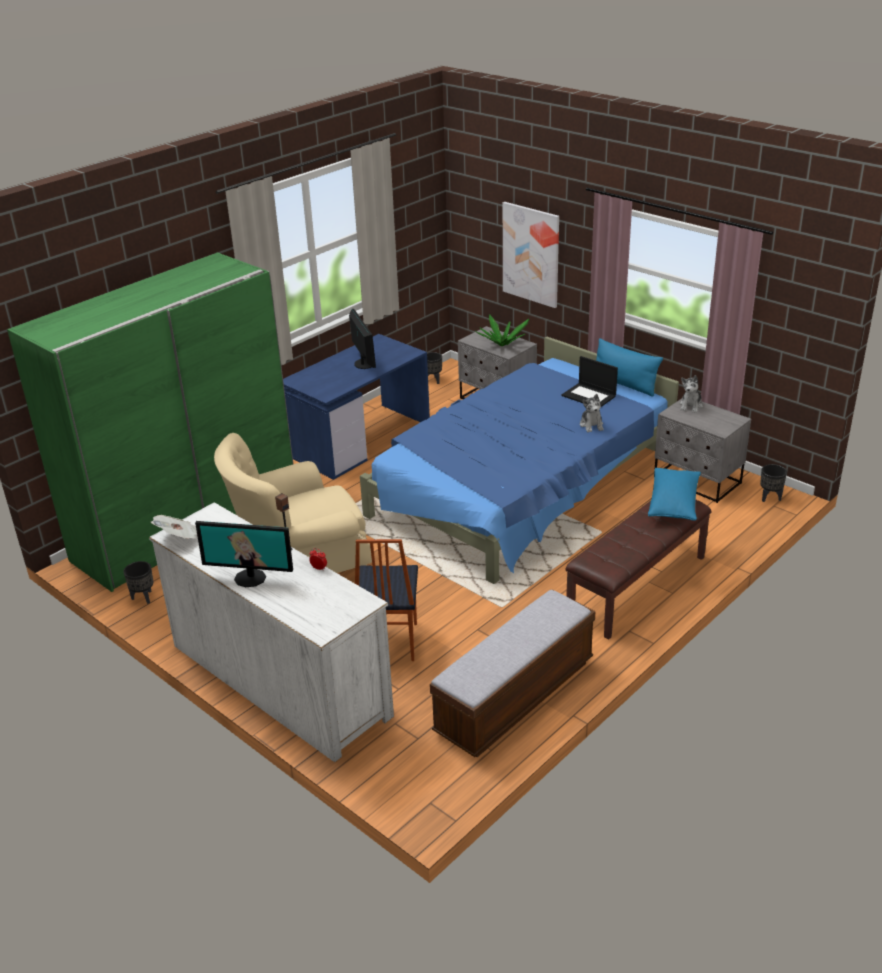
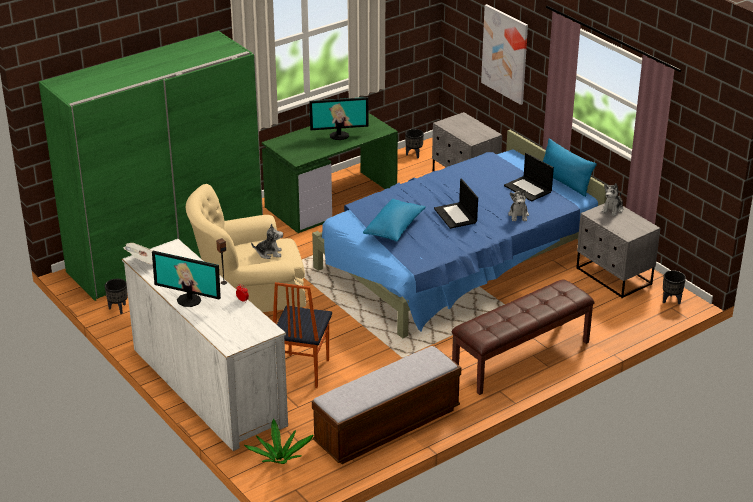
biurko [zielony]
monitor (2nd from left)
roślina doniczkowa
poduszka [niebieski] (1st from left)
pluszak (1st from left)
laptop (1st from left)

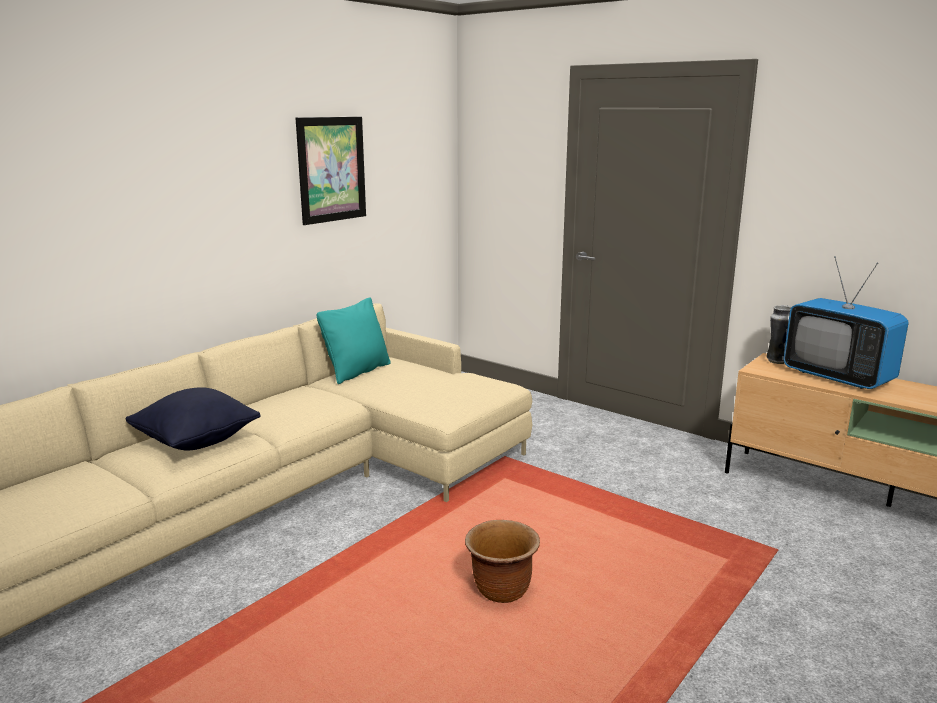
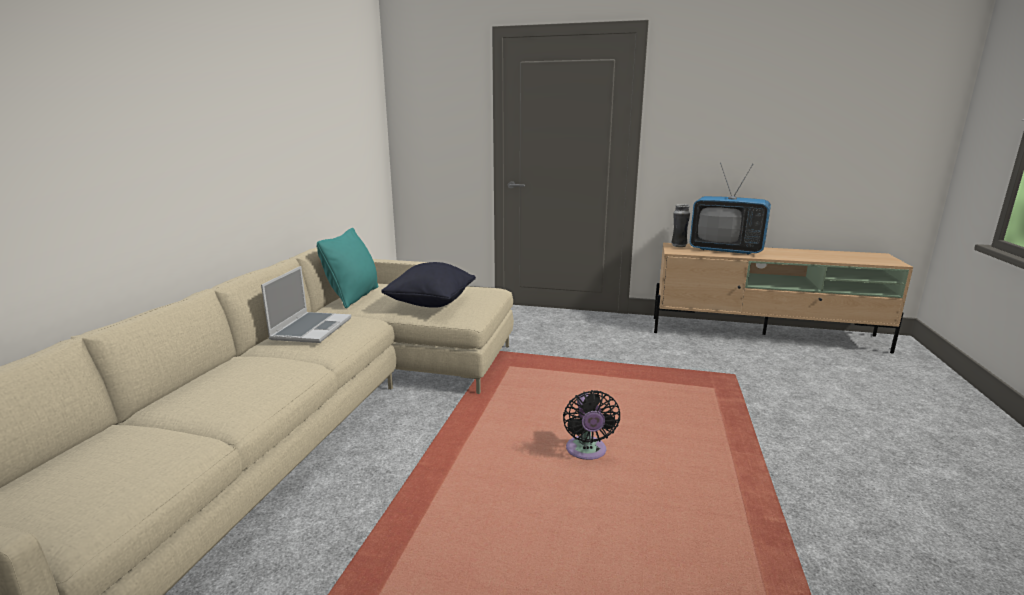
poduszka [czarny]
obraz
wentylator [czarny]
laptop

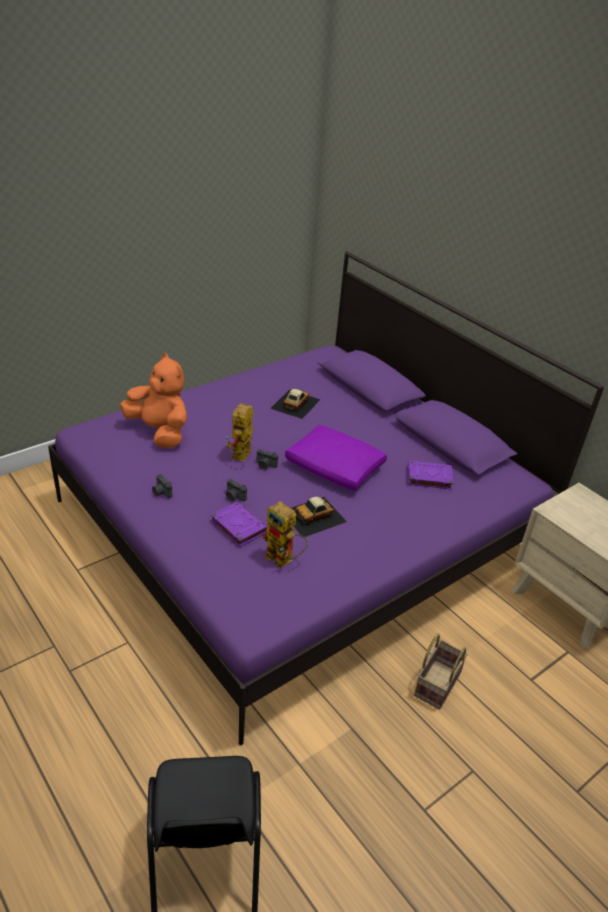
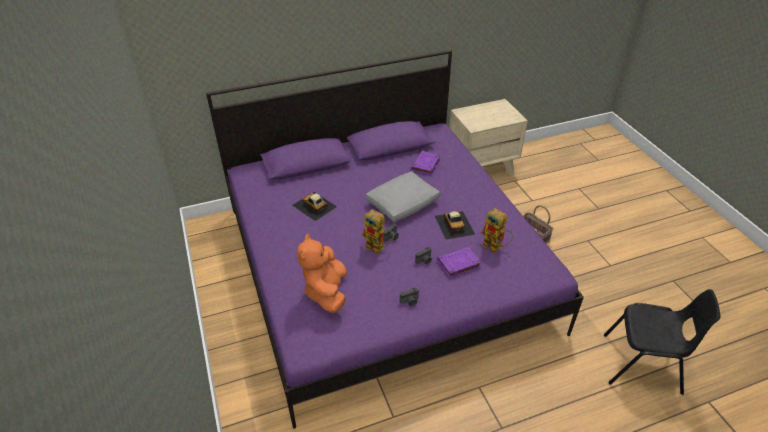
pluszak [pomarańczowy]
robot zabawkowy (2nd from left)
poduszka [szary]

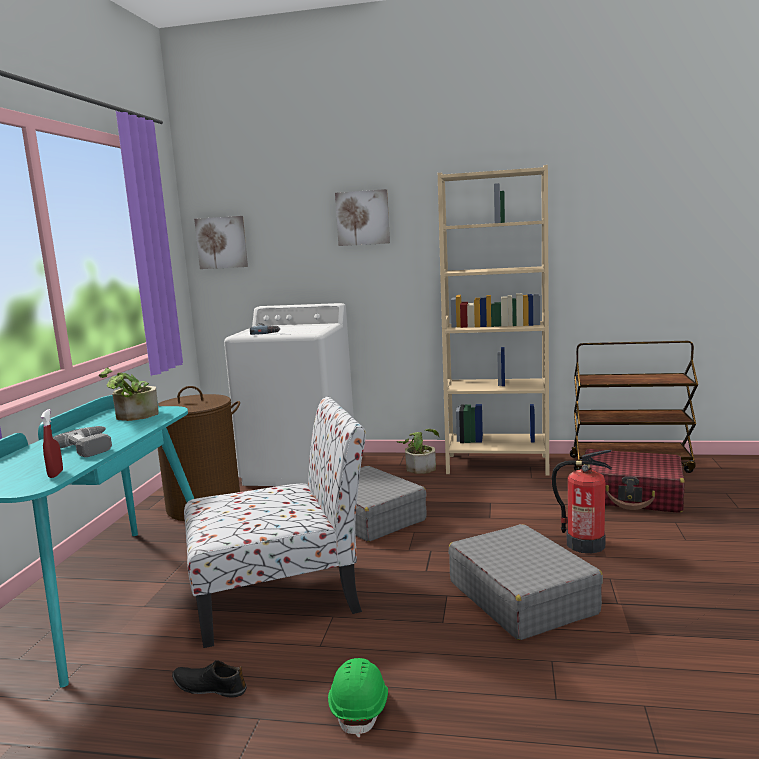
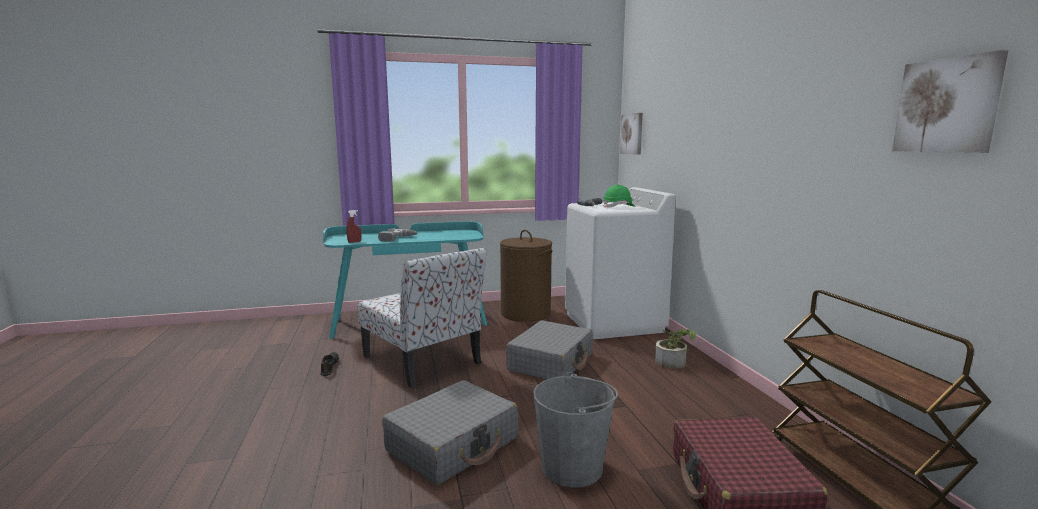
roślina doniczkowa (1st from left in the first image)
kask [zielony]
obraz (2nd from left)
regał [beżowy]
wiadro [szary]

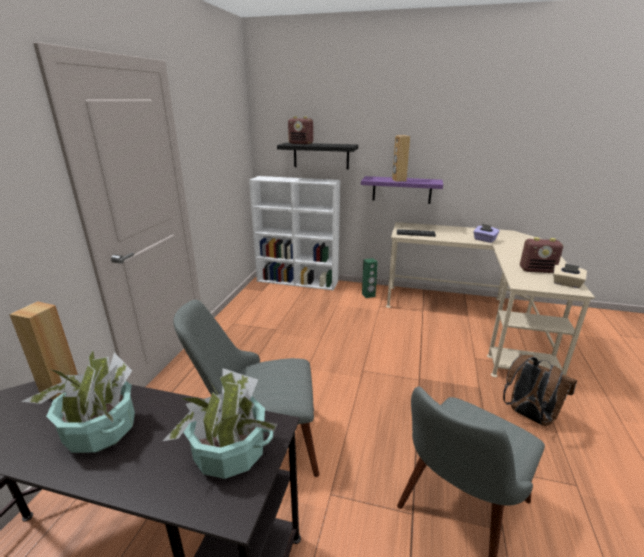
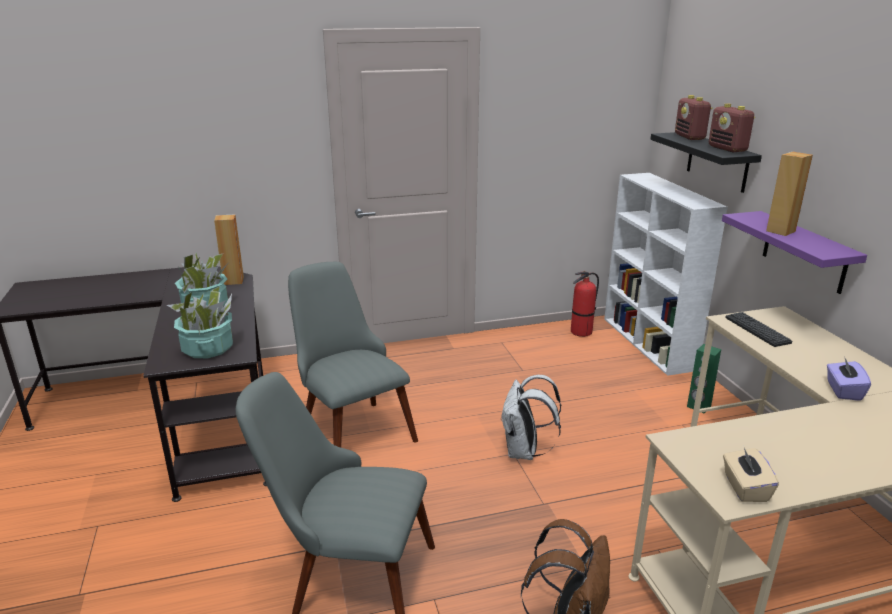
radio (2nd from left)
plecak [biały]
gaśnica

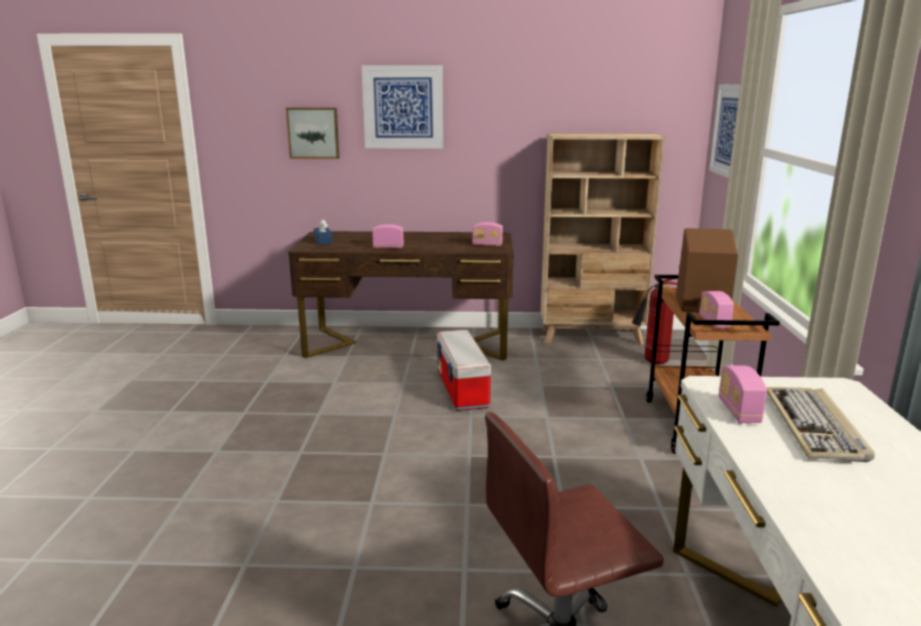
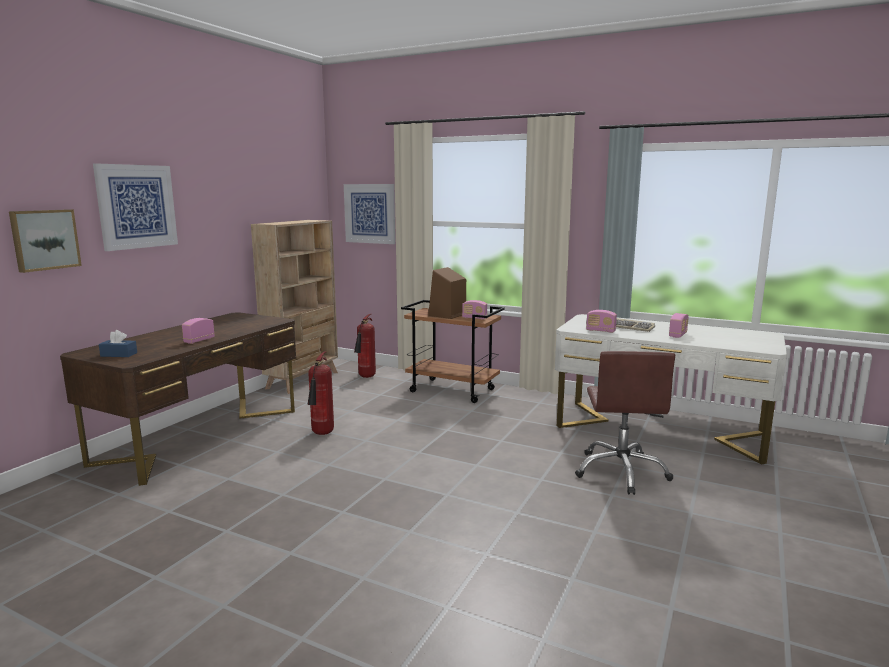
gaśnica (1st from left)
radio (4th from left)

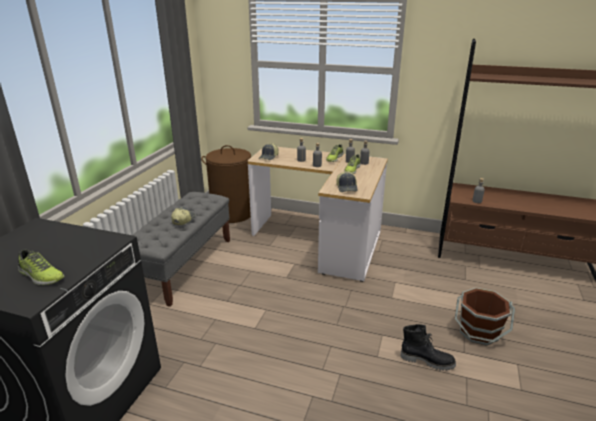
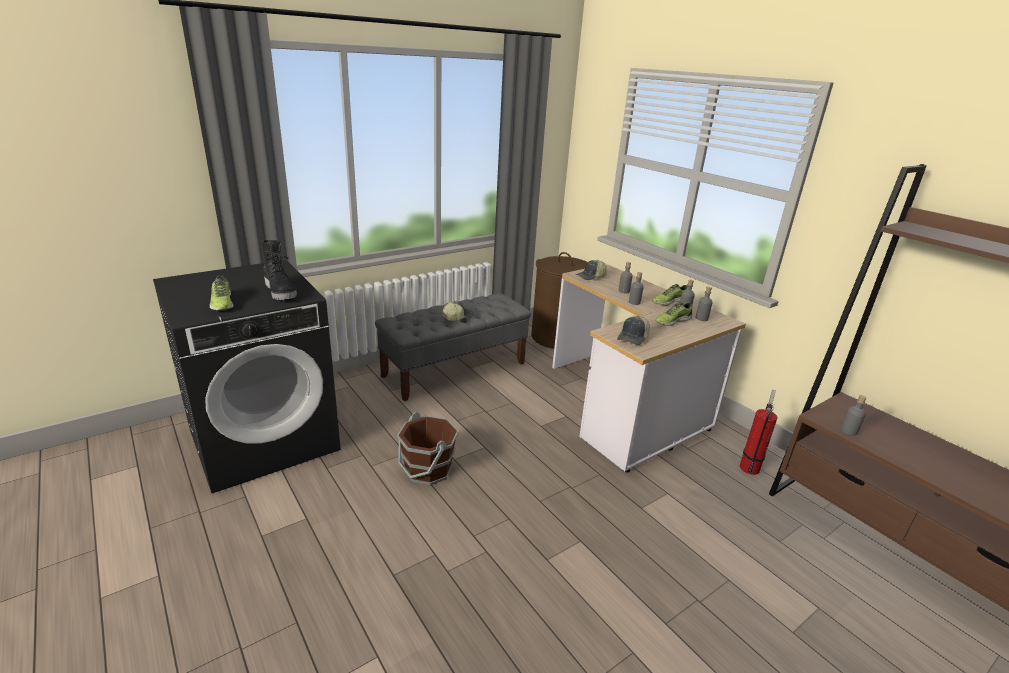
but z cholewką [czarny]
wiadro [brązowy]
gaśnica

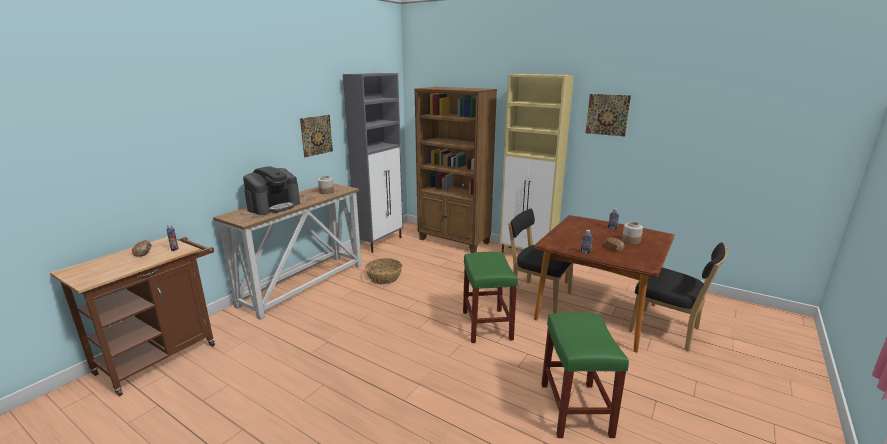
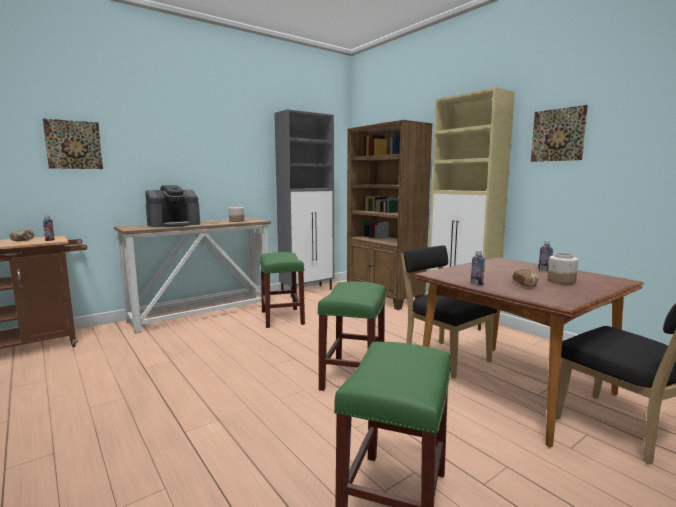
obraz (1st from left)
stołek [zielony] (1st from left)

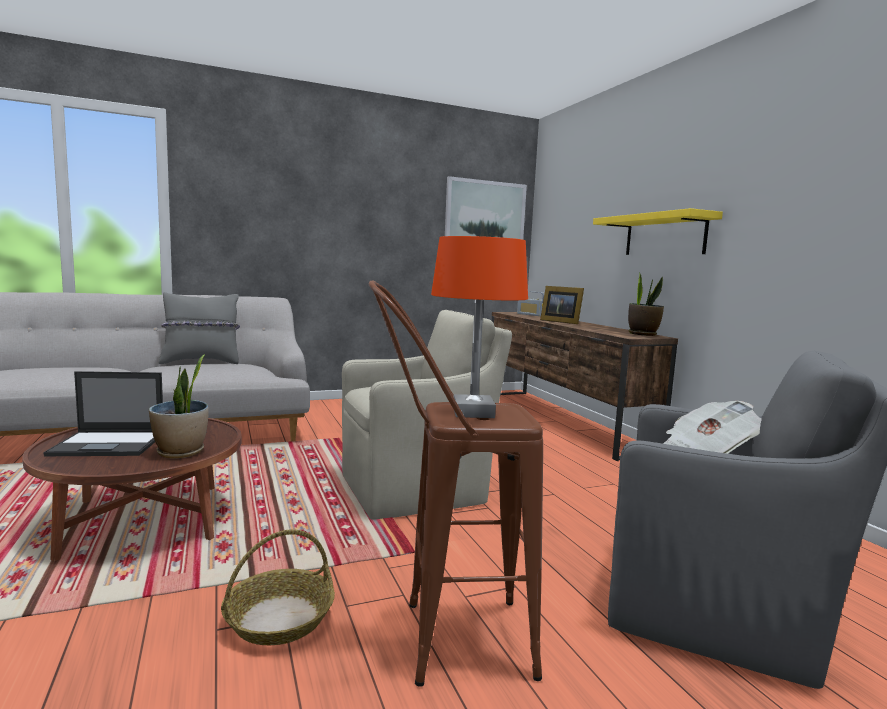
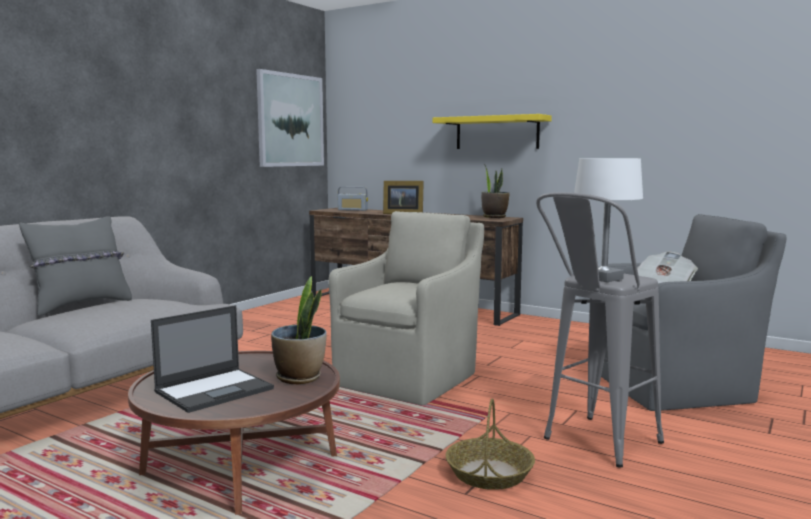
stołek [szary]
lampa stołowa [biały]

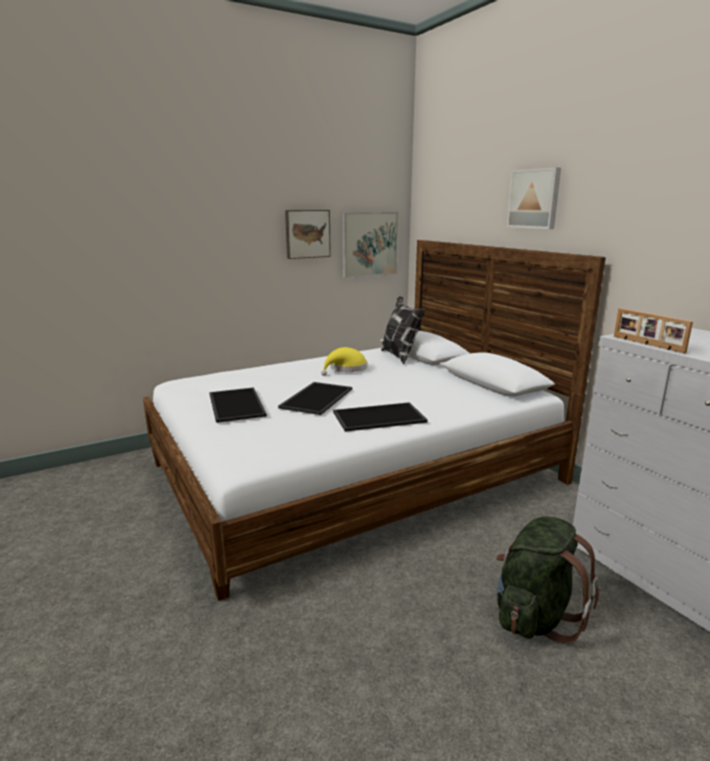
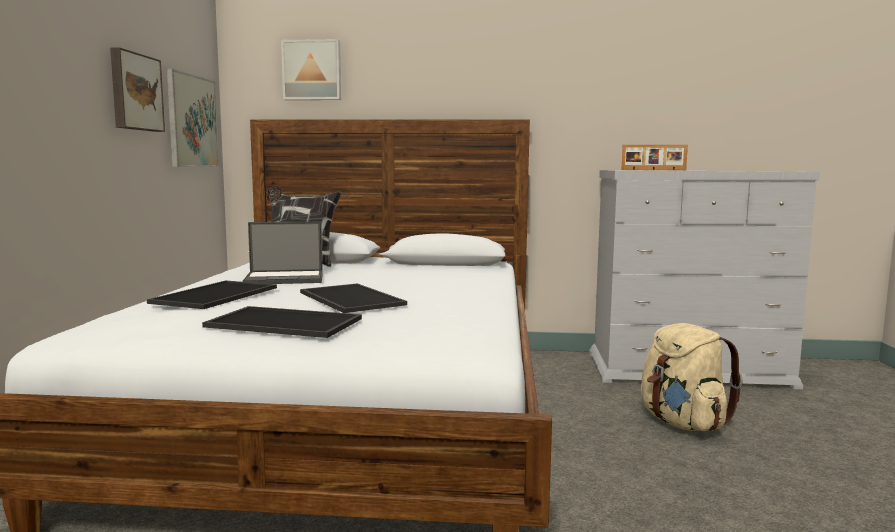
laptop
taca (1st from left)
plecak [beżowy]
obraz (3rd from left)

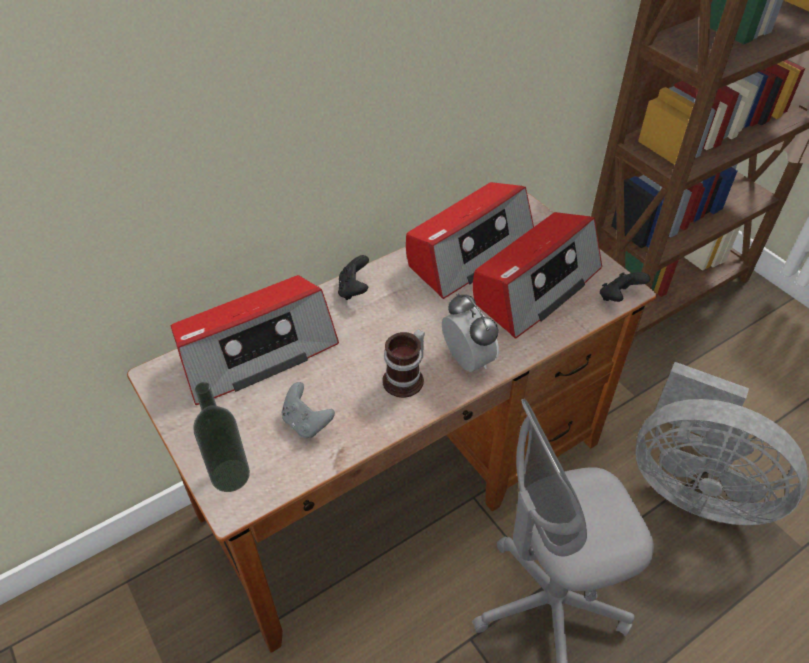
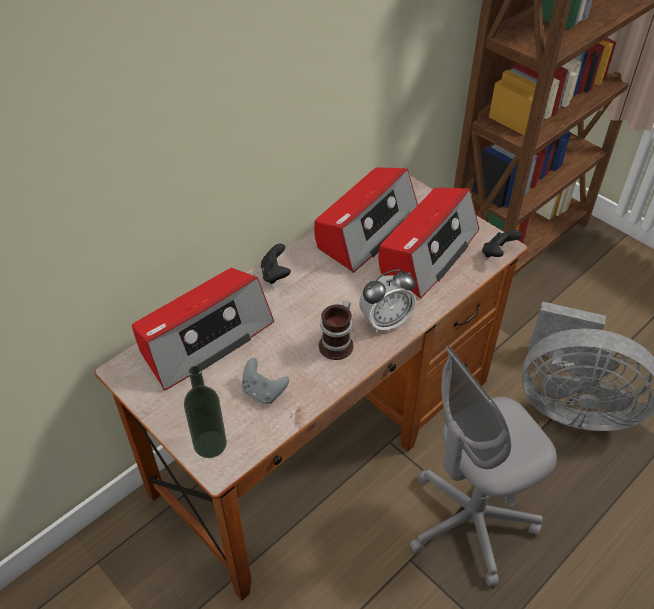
budzik

